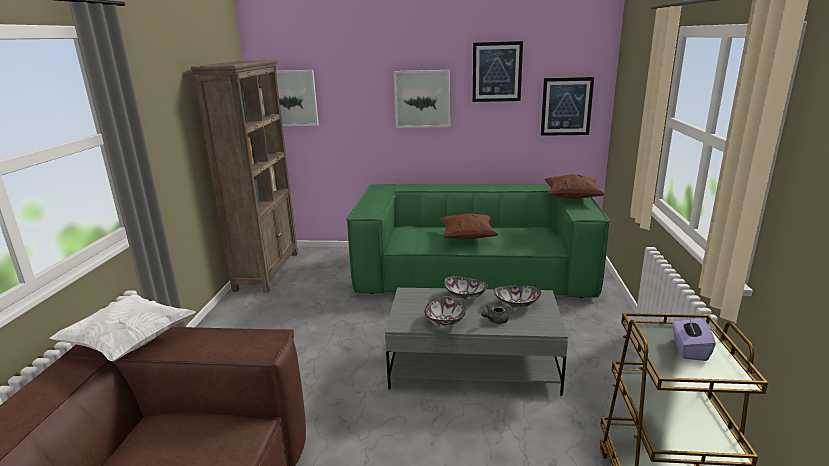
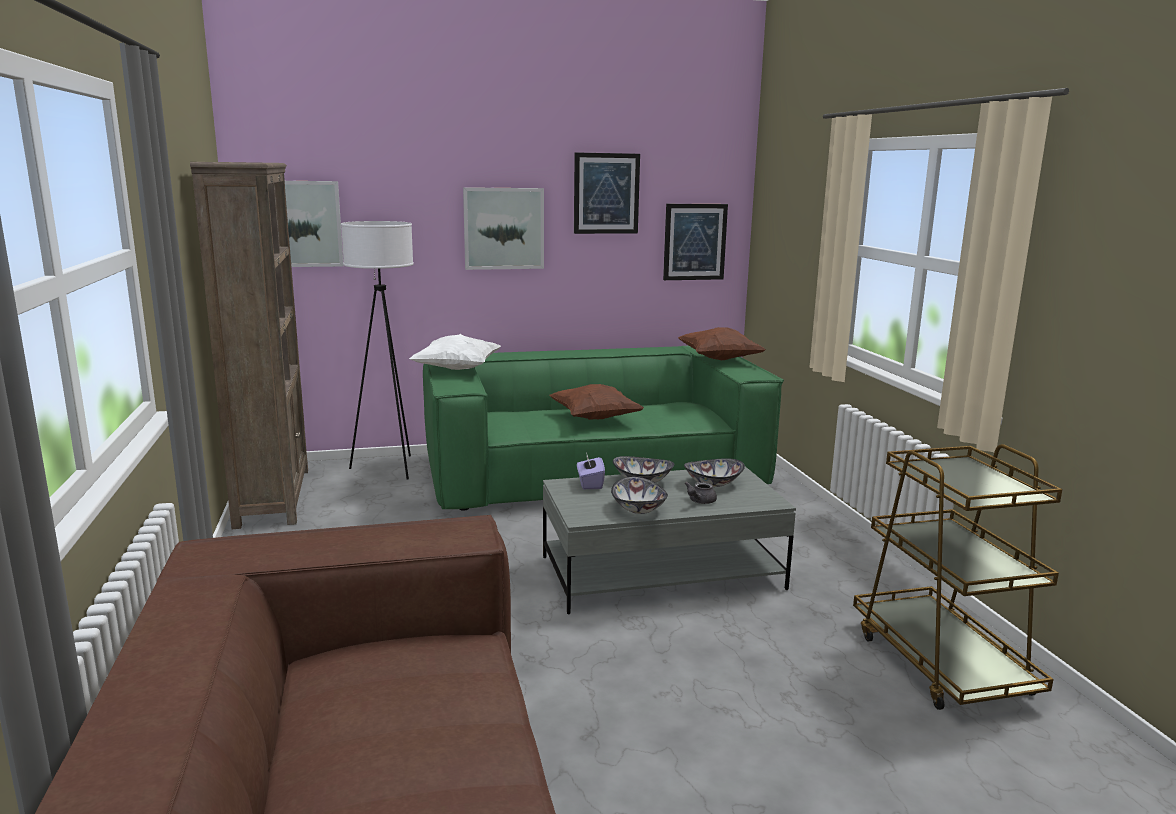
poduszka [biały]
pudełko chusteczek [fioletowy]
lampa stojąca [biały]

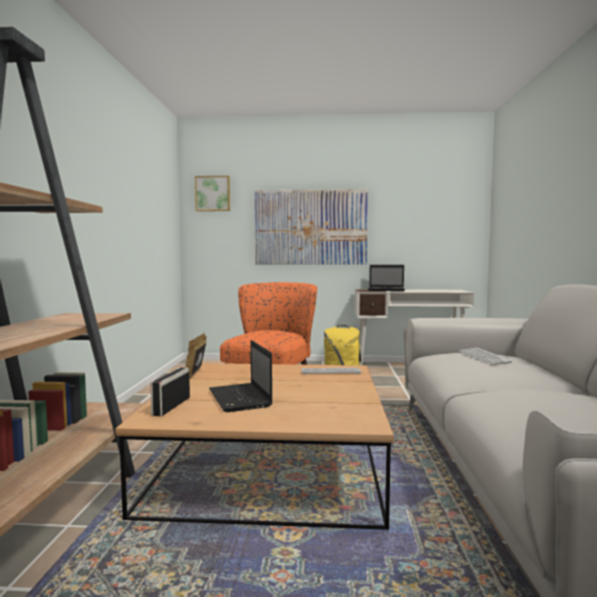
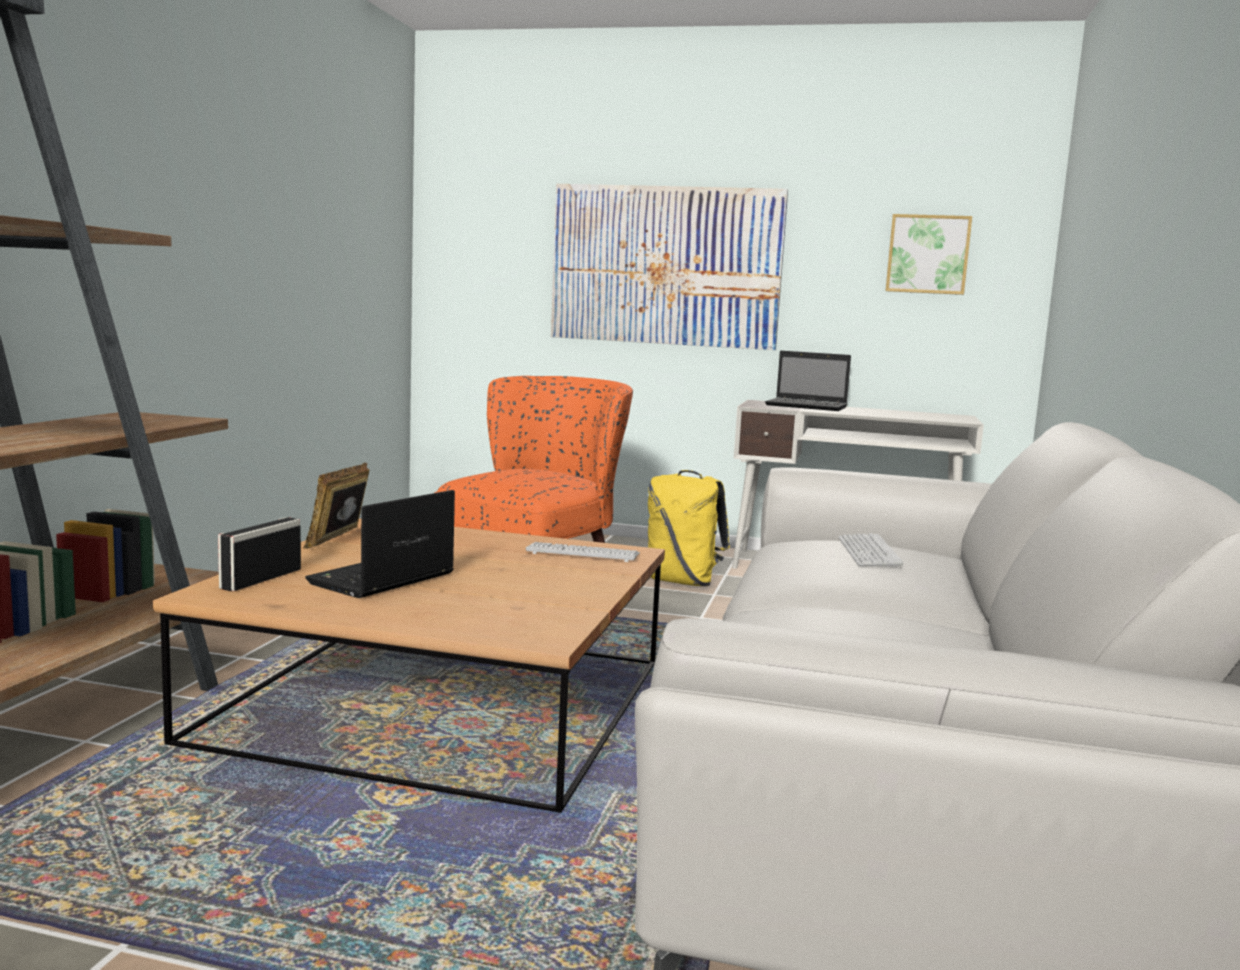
obraz (2nd from left)
laptop (1st from left)

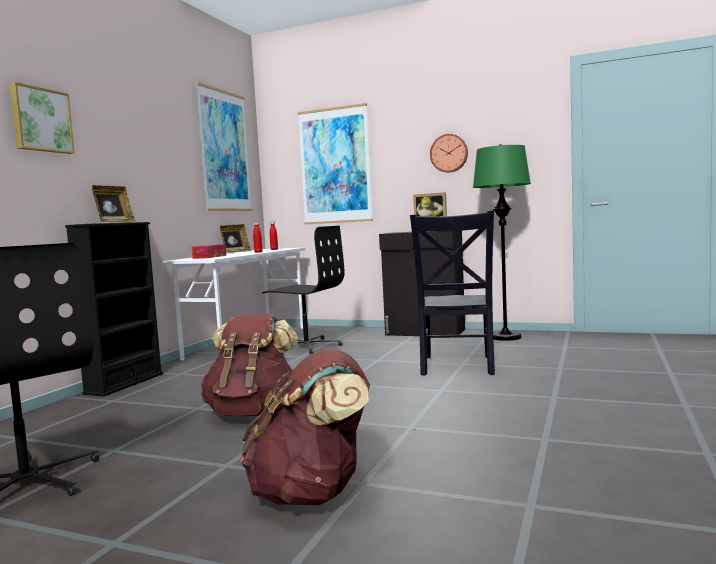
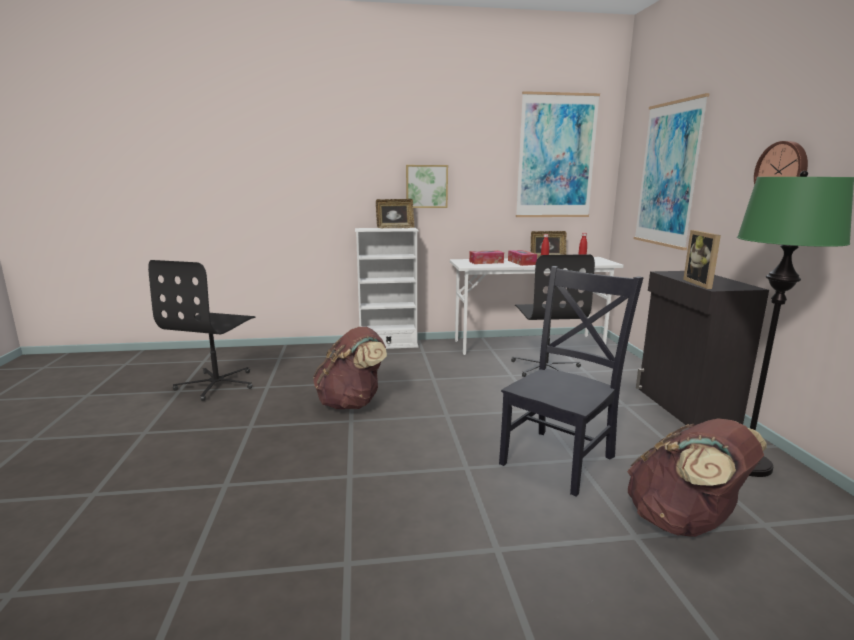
obraz (1st from left)
regał [biały]
plecak [brązowy] (2nd from left)
krzesło [czarny]
pudełko chusteczek (2nd from left)

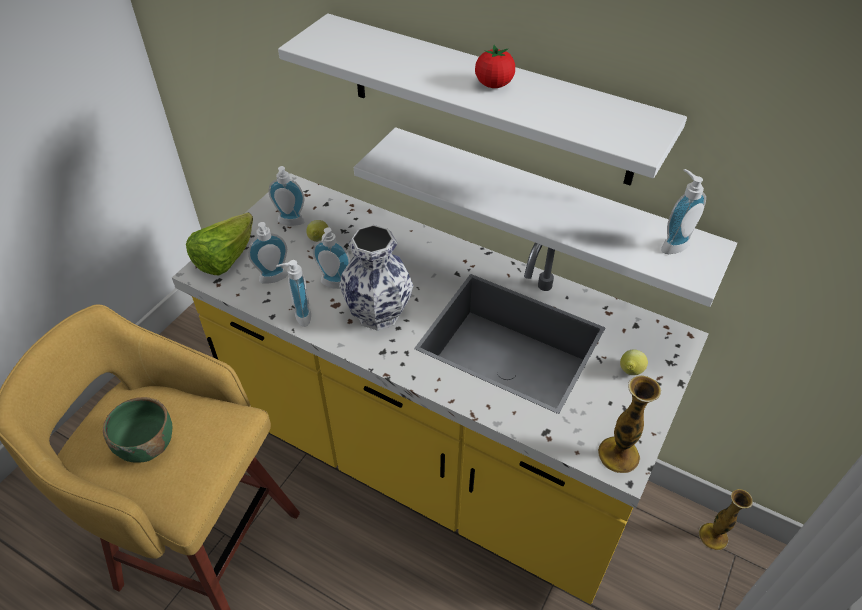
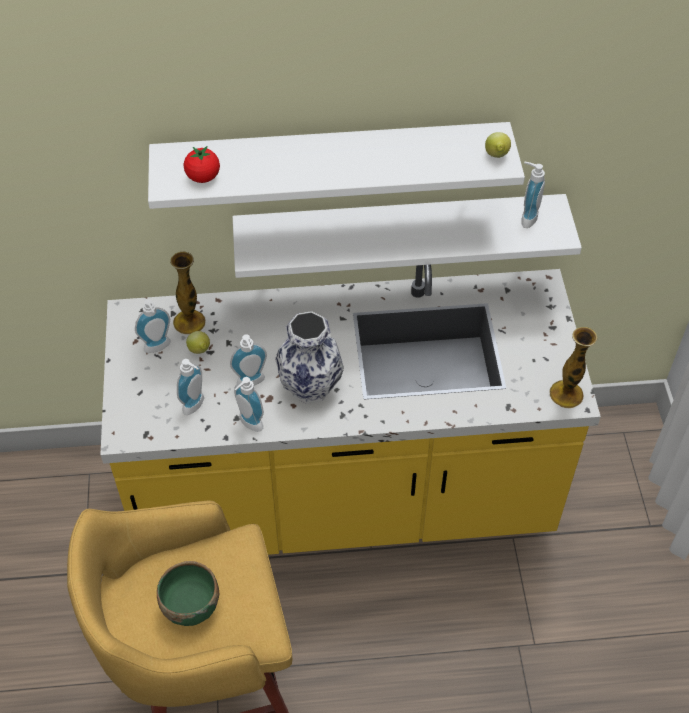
sałata
pomidor
cytryna (2nd from left)
wazon (1st from left)

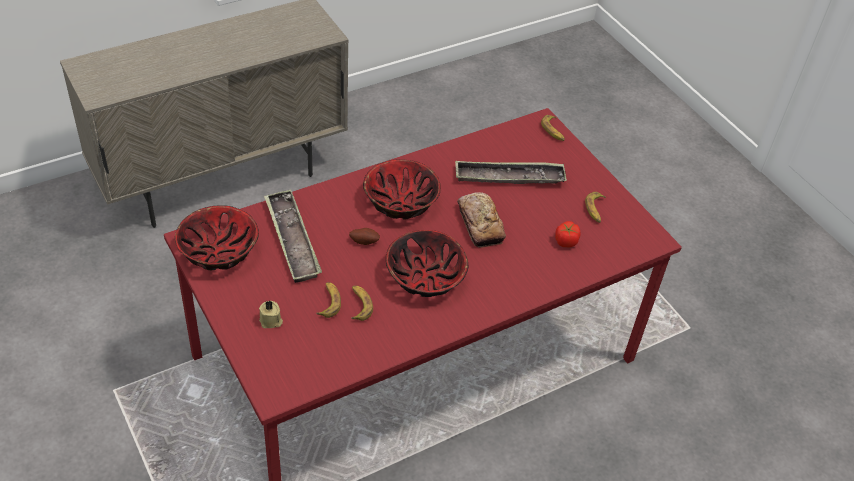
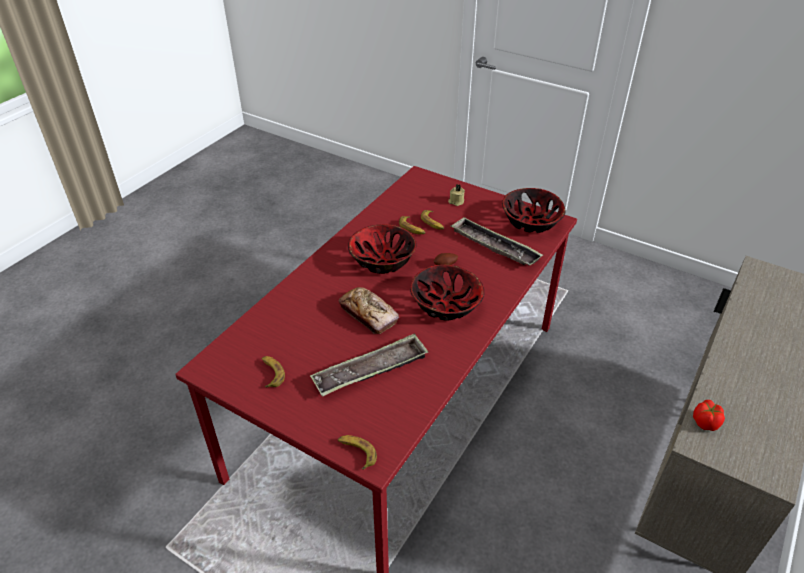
pomidor

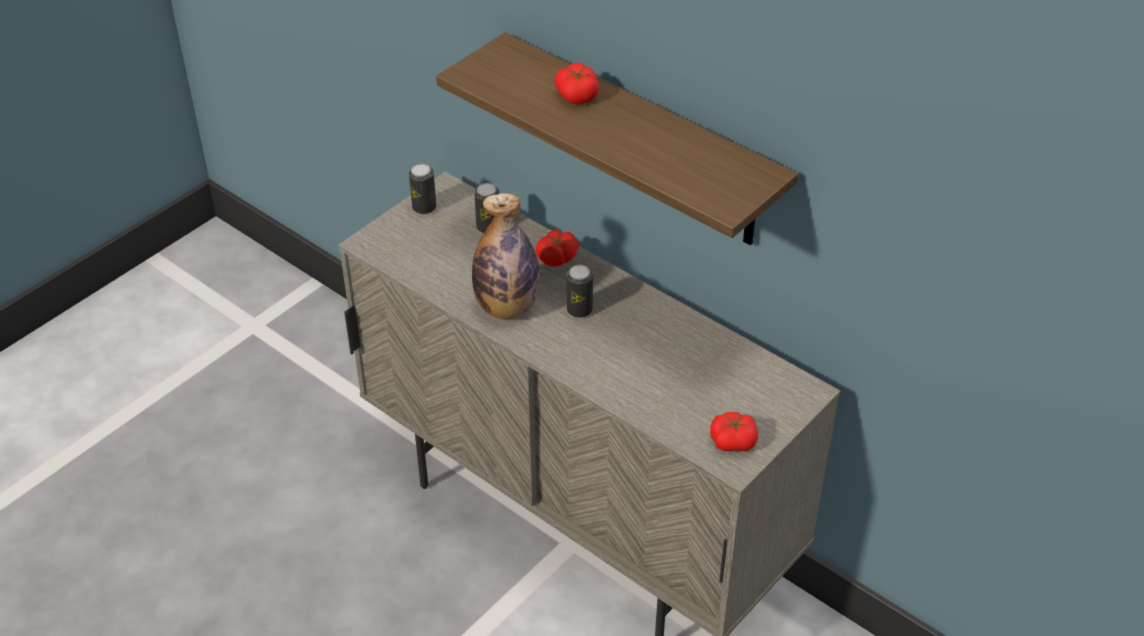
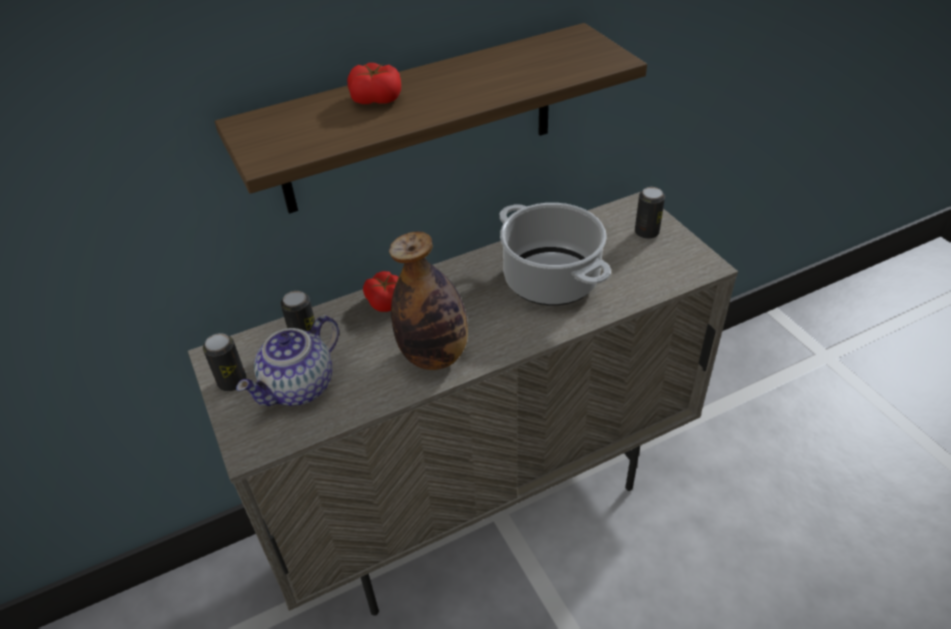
puszka (3rd from left)
pomidor (3rd from left in the first image)
imbryk
garnek

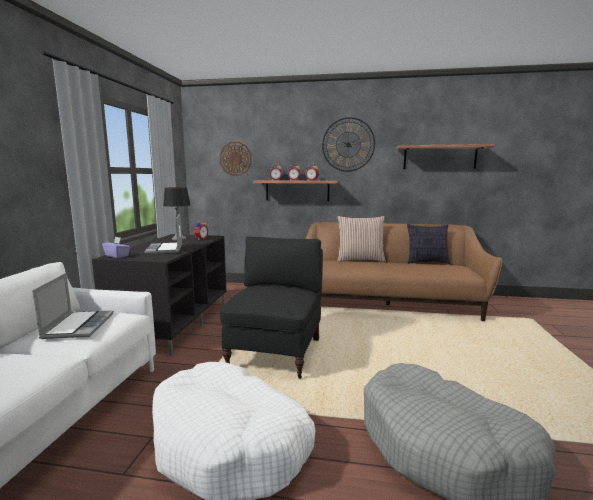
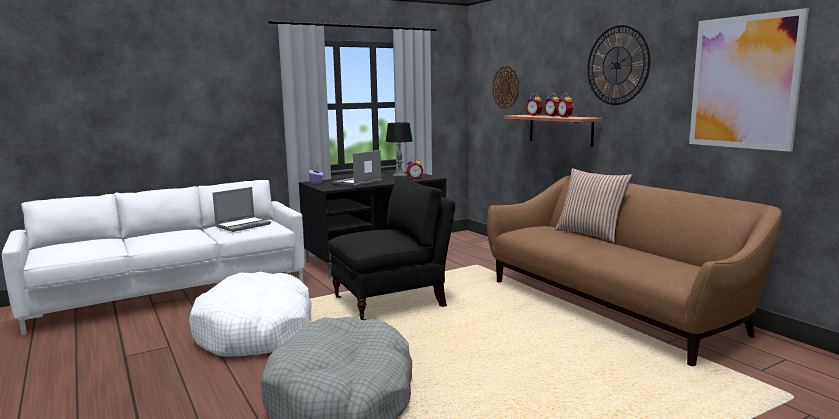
obraz
poduszka (2nd from left in the first image)

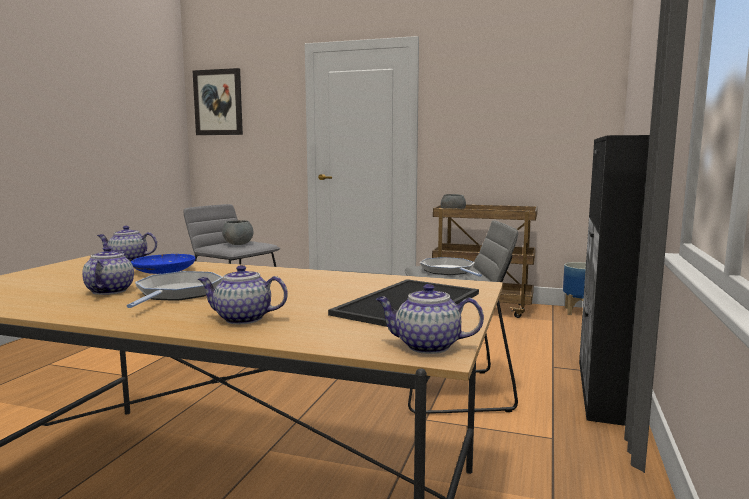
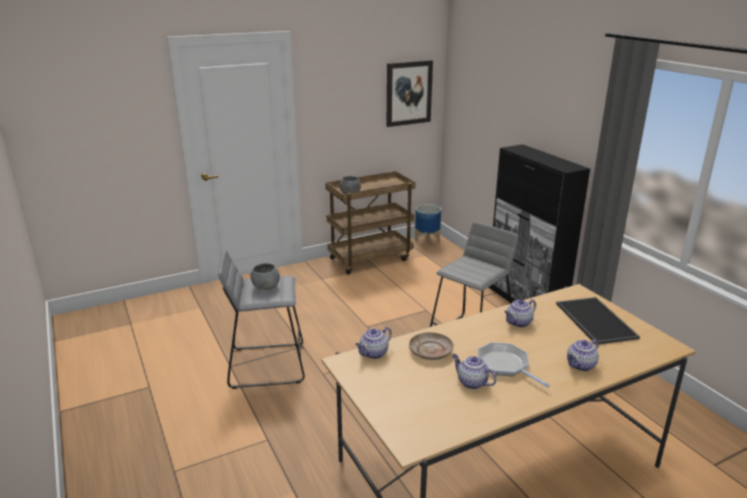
talerz [beżowy]
obraz
imbryk (3rd from left)
patelnia (2nd from left in the first image)

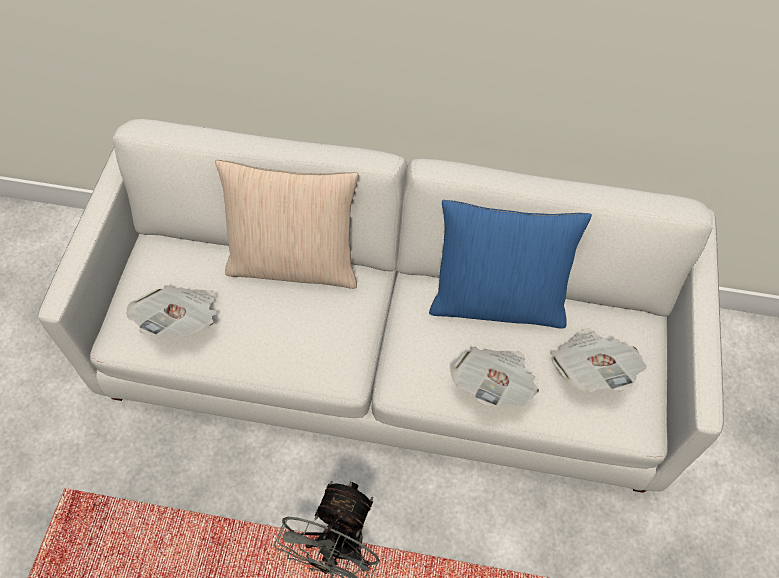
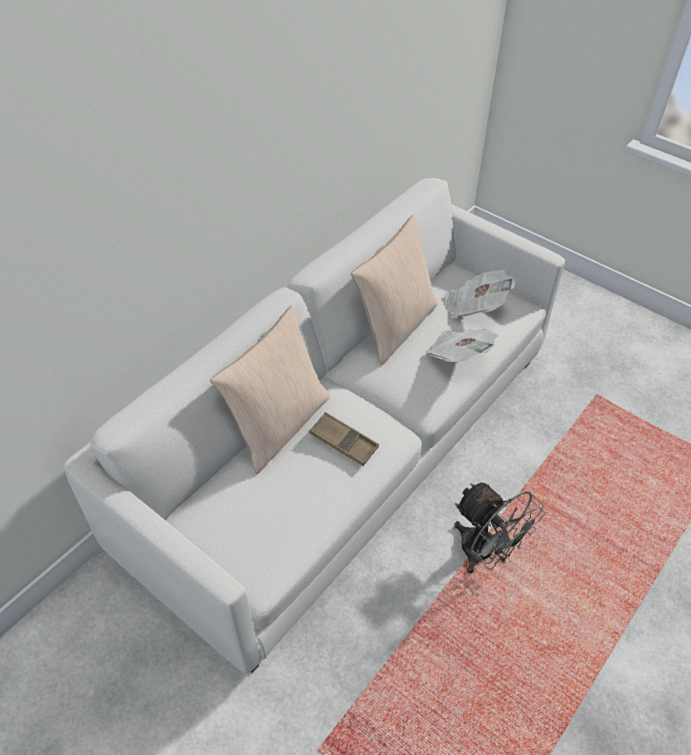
gazeta (1st from left in the first image)
poduszka [beżowy] (2nd from left)
taca [brązowy]

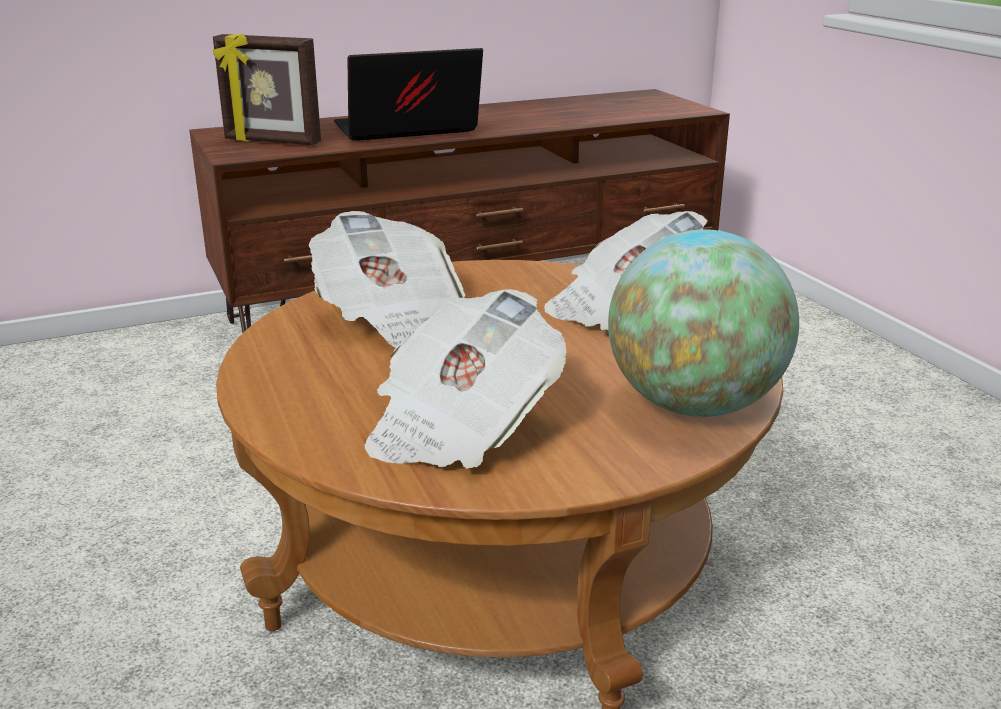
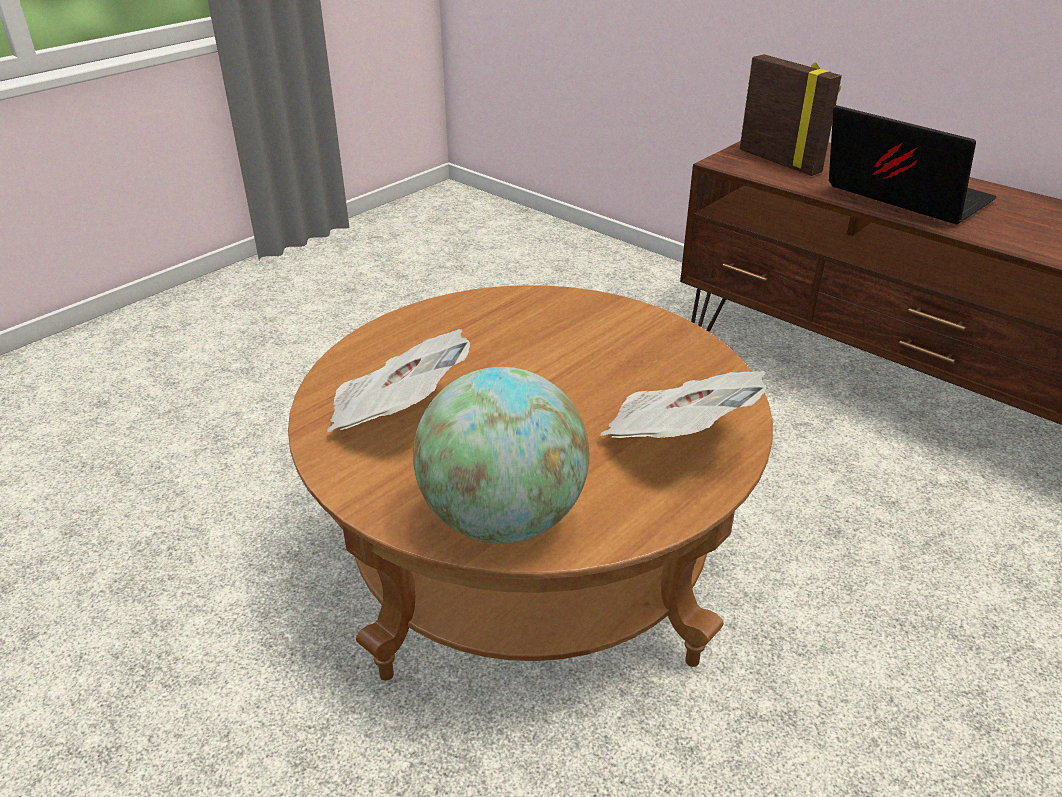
ramka na zdjęcie
gazeta (1st from left in the first image)

